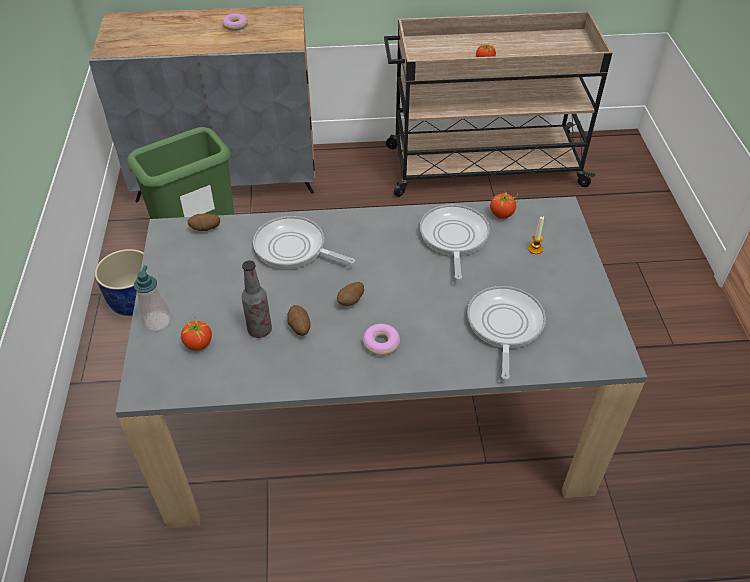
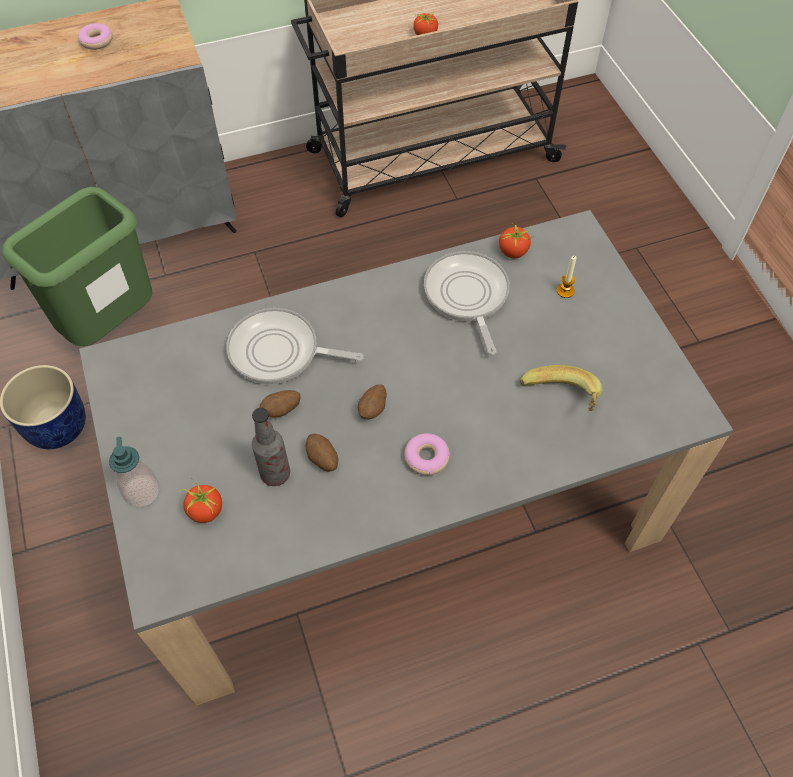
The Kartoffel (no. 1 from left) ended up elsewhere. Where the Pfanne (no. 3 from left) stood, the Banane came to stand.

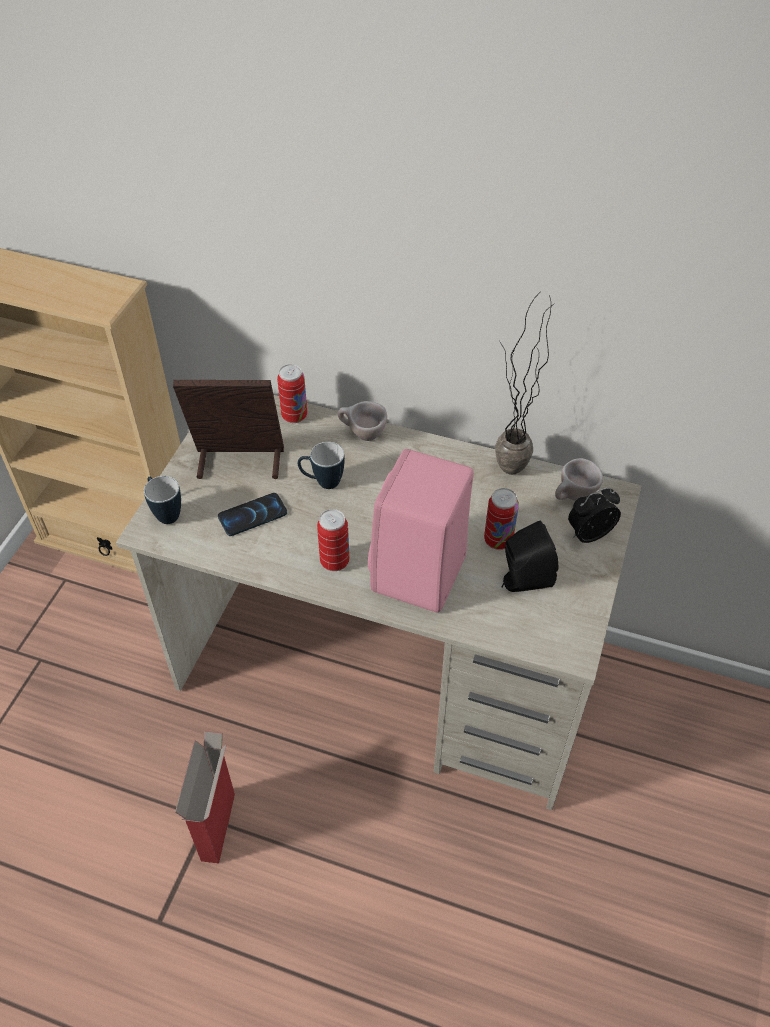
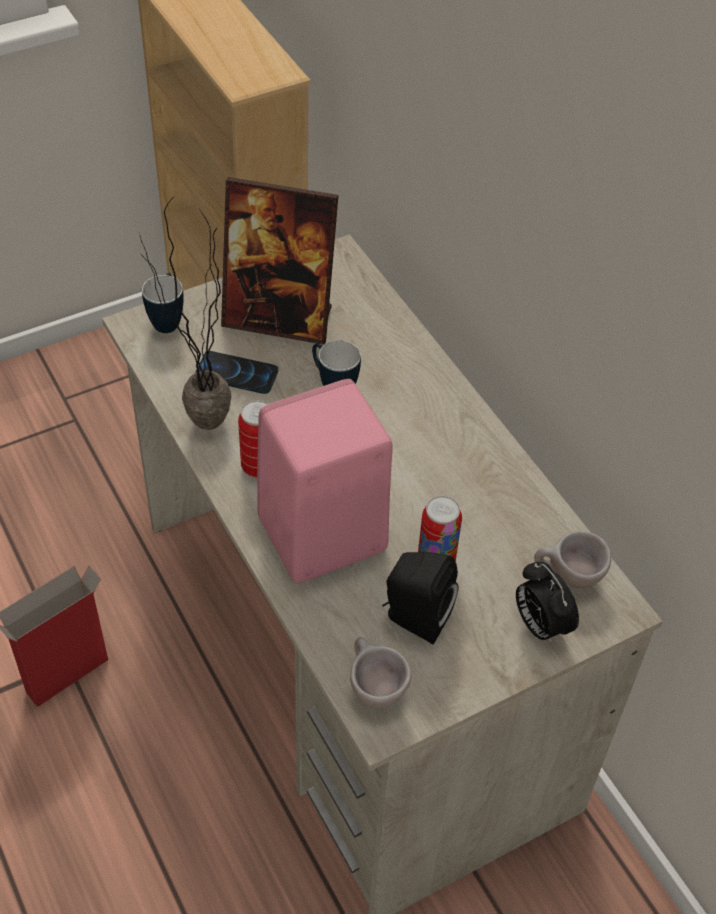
The second view lost the Dose (no. 1 from left). The Tasse/beige (no. 1 from left) ended up elsewhere. The Topfpflanze ended up elsewhere. The Bilderrahmen ended up facing another way, 150 degrees clockwise from before. The Wecker ended up facing another way, 135 degrees counterclockwise from before.

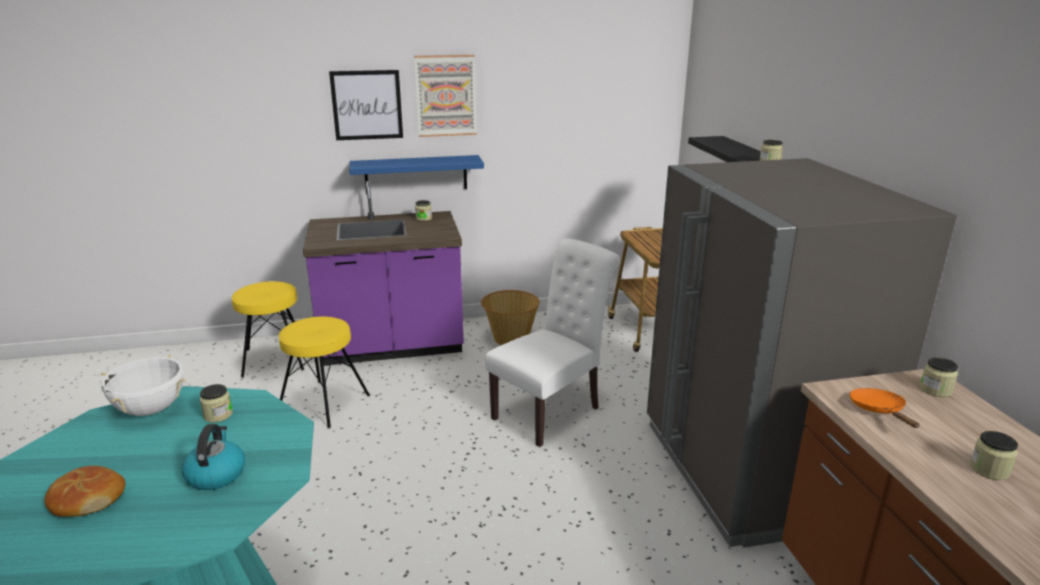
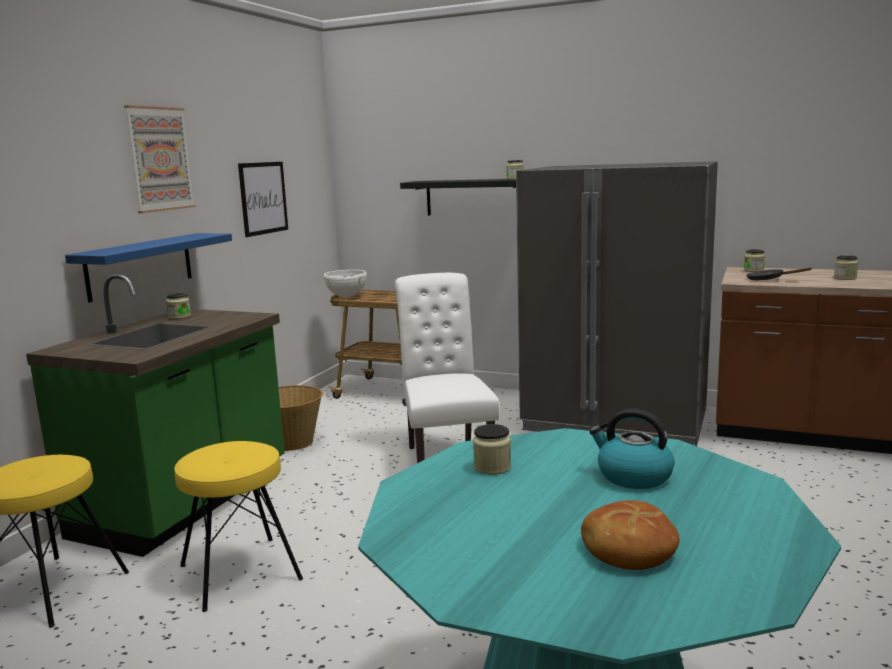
The Kochtopf/weiß ended up elsewhere. The Bild (no. 1 from left in the first image) ended up elsewhere. What was the Küchenzeile/lila turned into the Küchenzeile/grün. What was the Pfanne/orange turned into the Pfanne/schwarz.

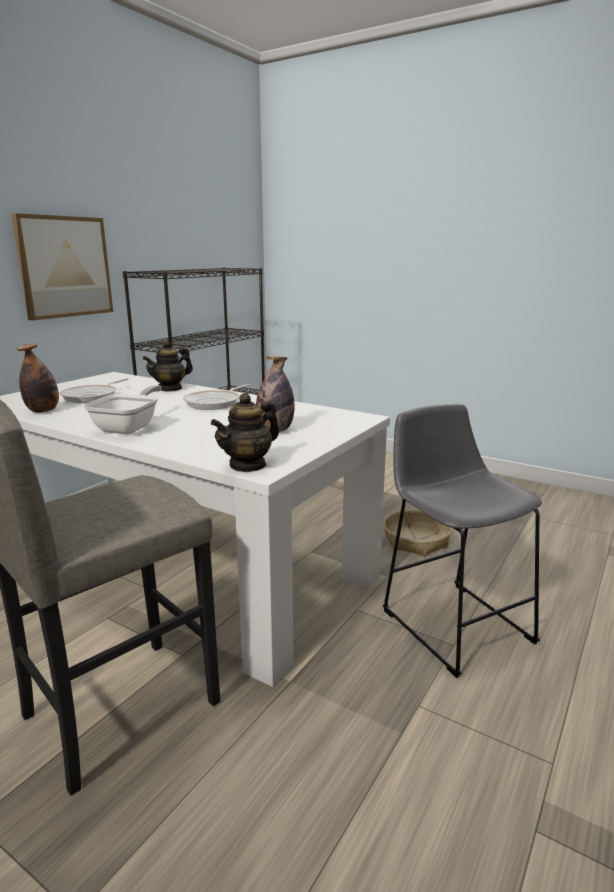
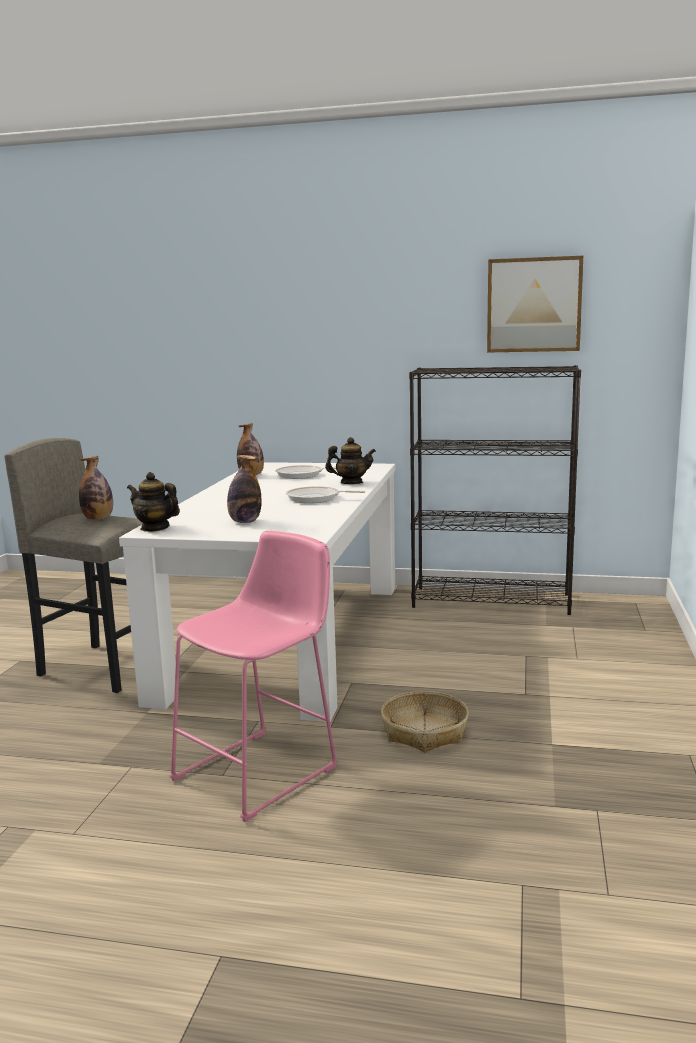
The second view lost the Pfanne (no. 2 from left). The second view gained the Flasche (no. 1 from left). The Bild ended up elsewhere. What was the Hocker/grau (no. 2 from left) turned into the Hocker/rosa. The Teekanne (no. 1 from left in the first image) ended up facing another way, 150 degrees clockwise from before.

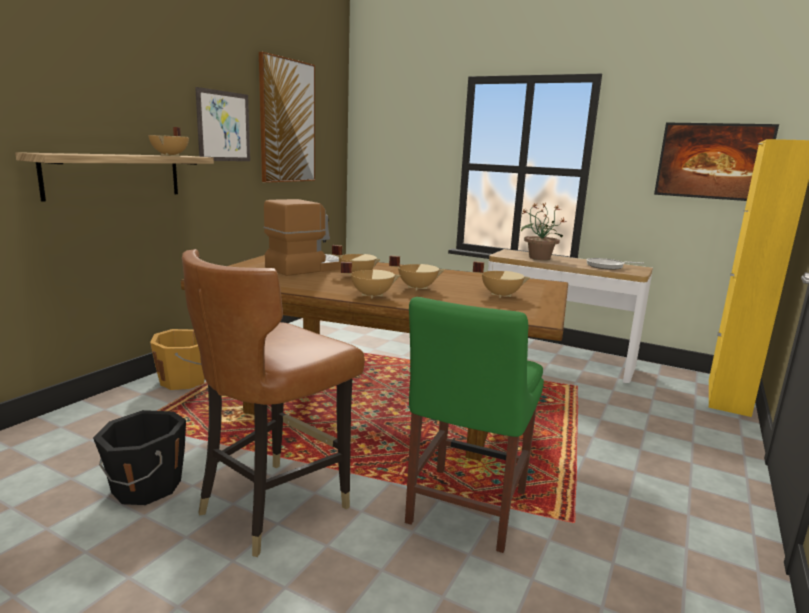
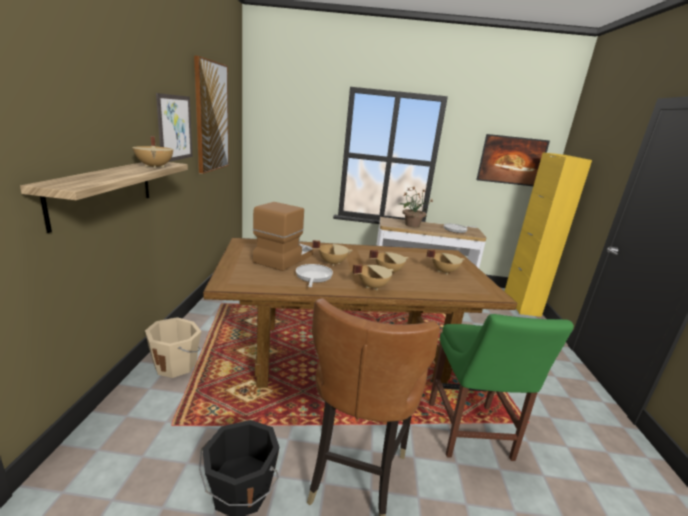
The second view gained the Pfanne (no. 1 from left). What was the Eimer/orange turned into the Eimer/beige.

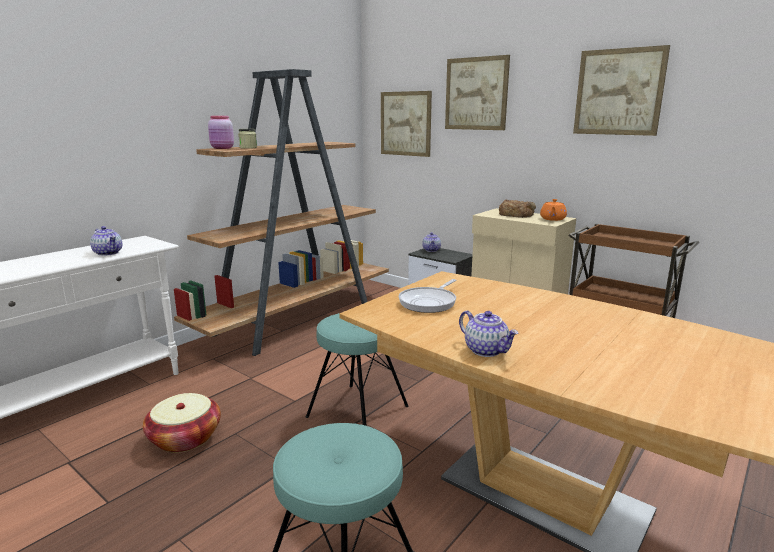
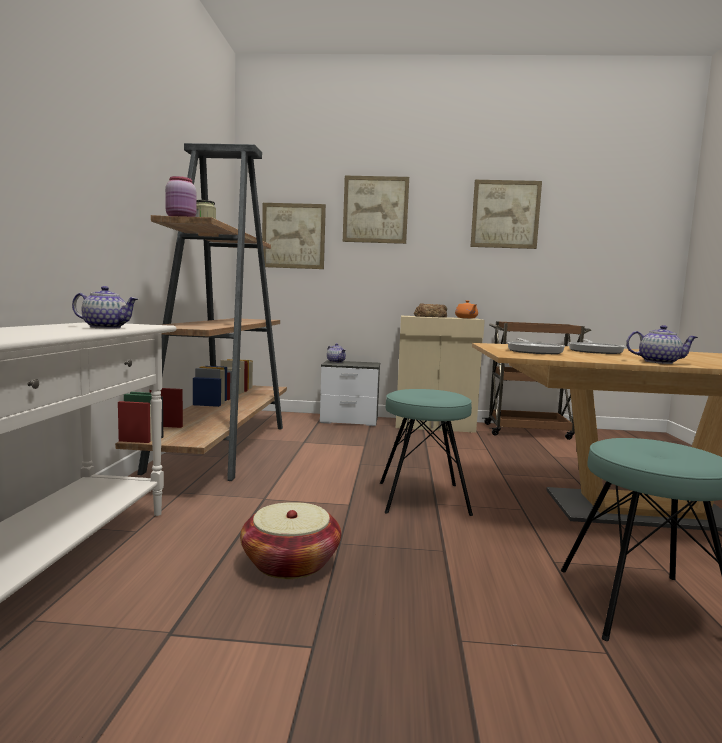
The second view gained the Pfanne (no. 2 from left).

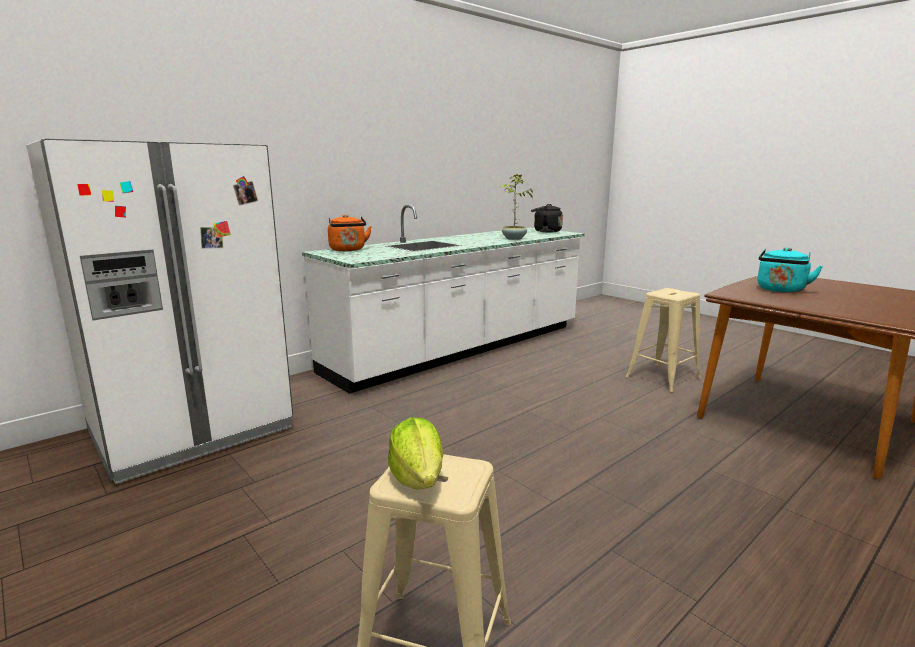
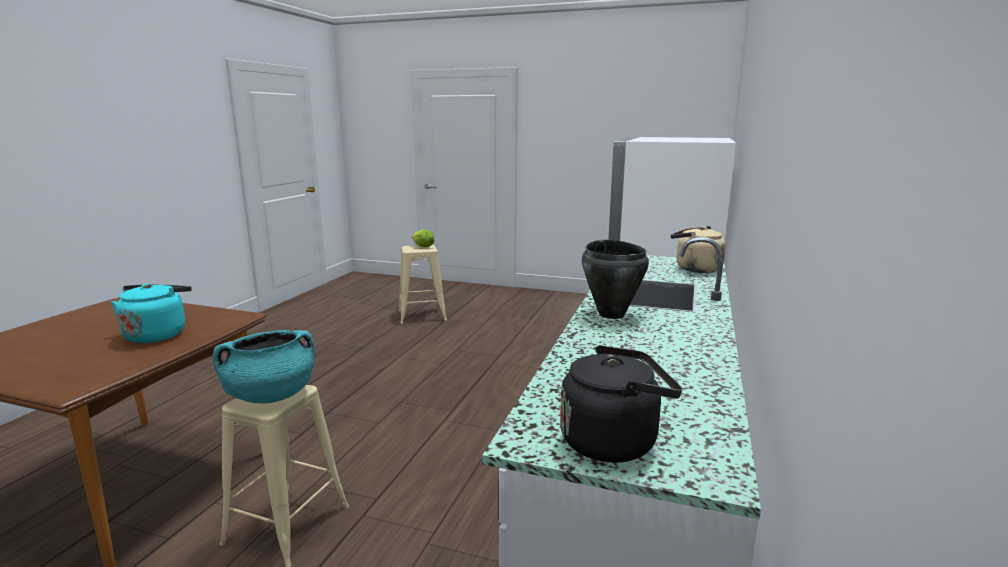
The second view lost the Topfpflanze. The second view gained the Kochtopf/türkis. The second view gained the Kochtopf/schwarz. What was the Wasserkessel/orange turned into the Wasserkessel/beige.

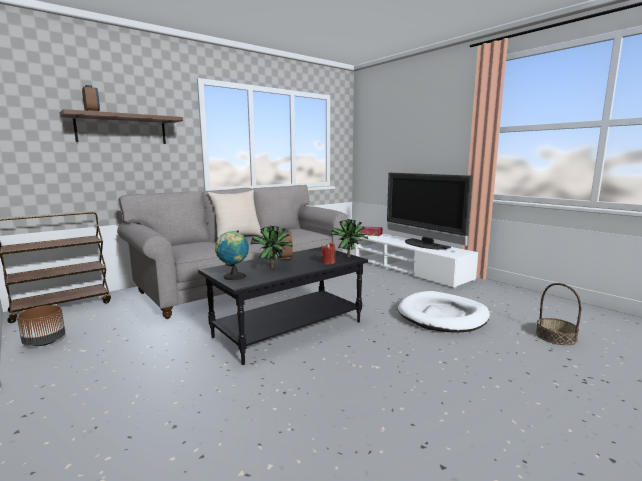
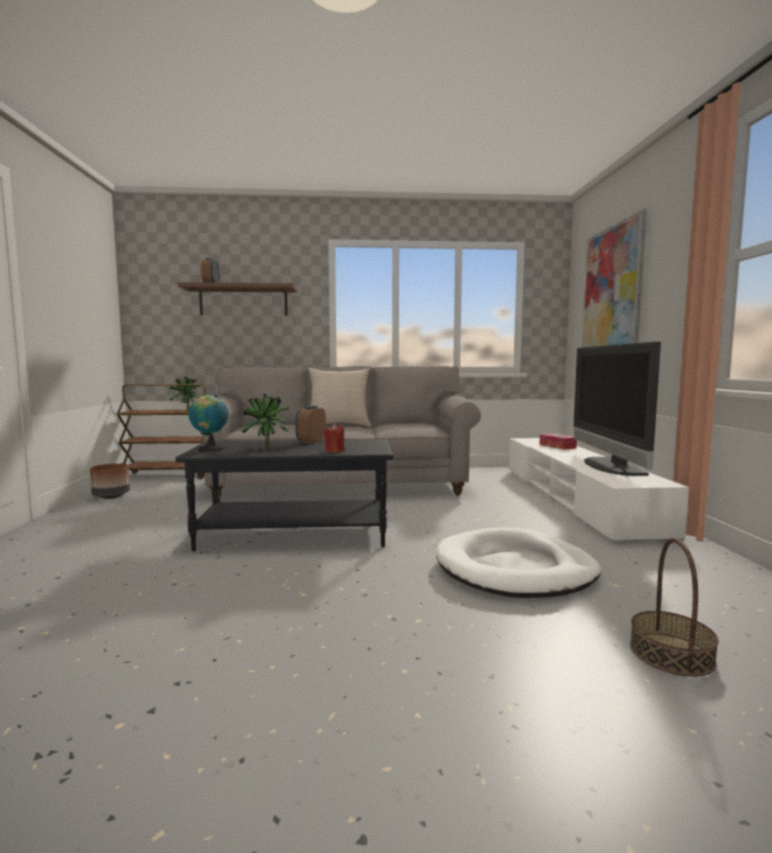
The second view gained the Bild. The Topfpflanze (no. 2 from left in the first image) ended up elsewhere.

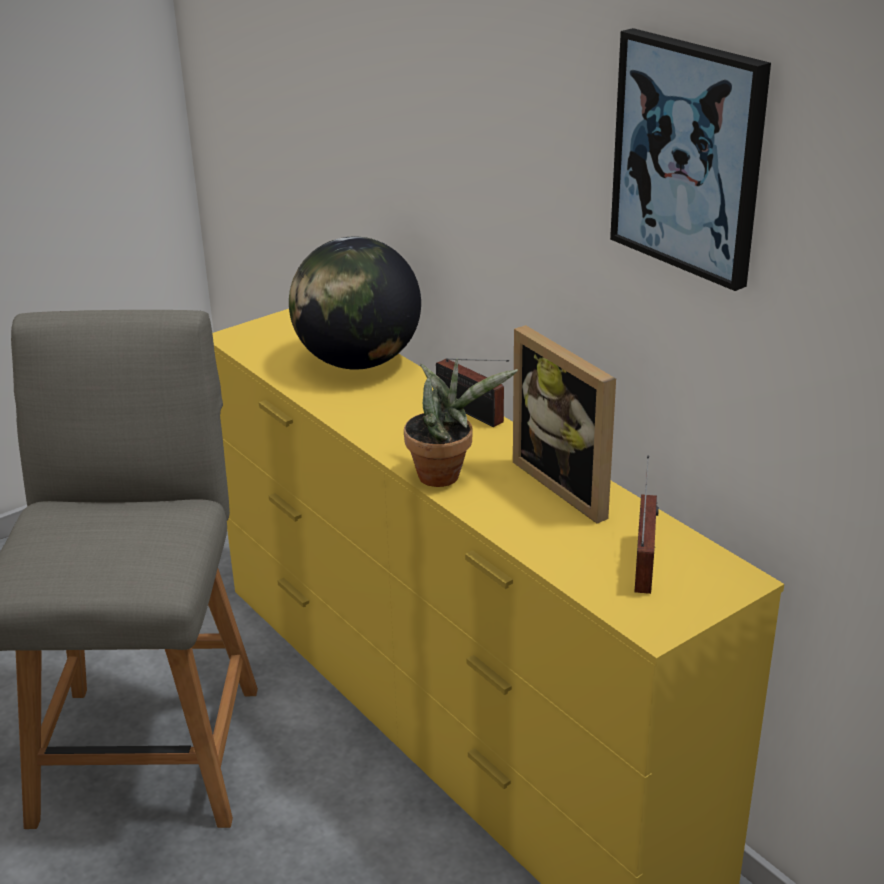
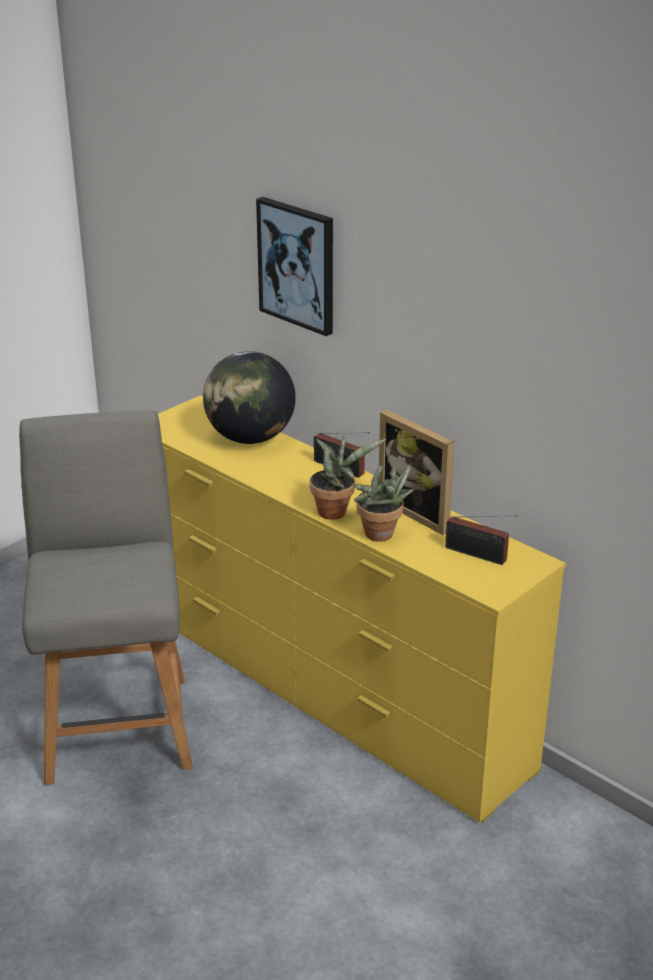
The second view gained the Topfpflanze (no. 2 from left). The Bild ended up elsewhere. The Radio (no. 2 from left) ended up facing another way, 120 degrees clockwise from before.

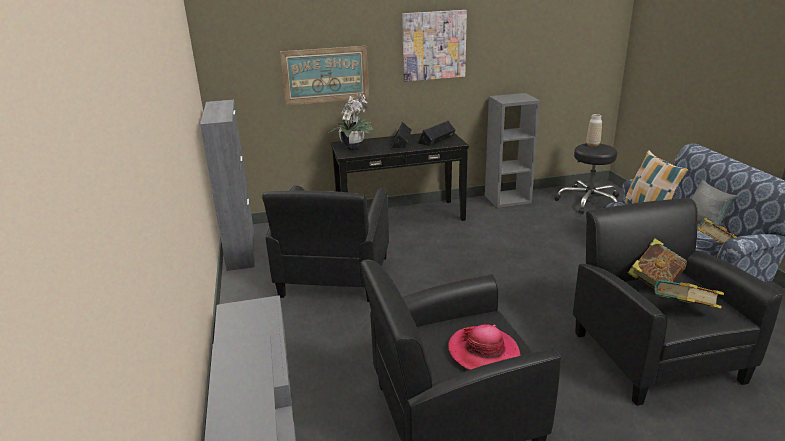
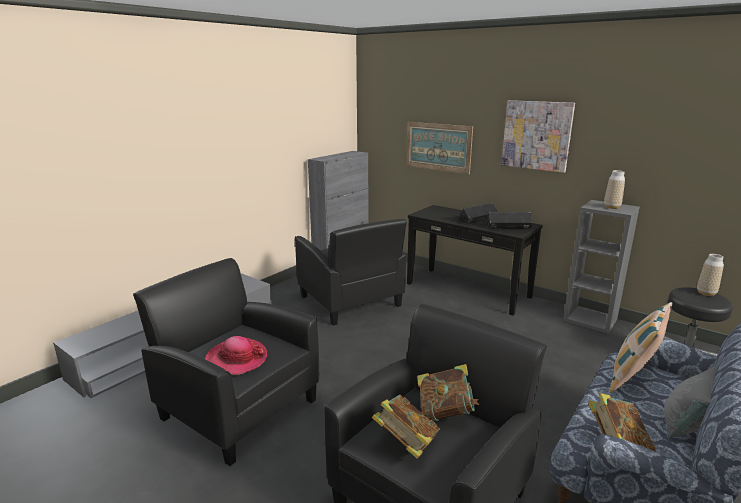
The second view lost the Topfpflanze. The second view gained the Vase (no. 1 from left). The Sessel/schwarz (no. 1 from left in the first image) ended up facing another way, 90 degrees counterclockwise from before.

